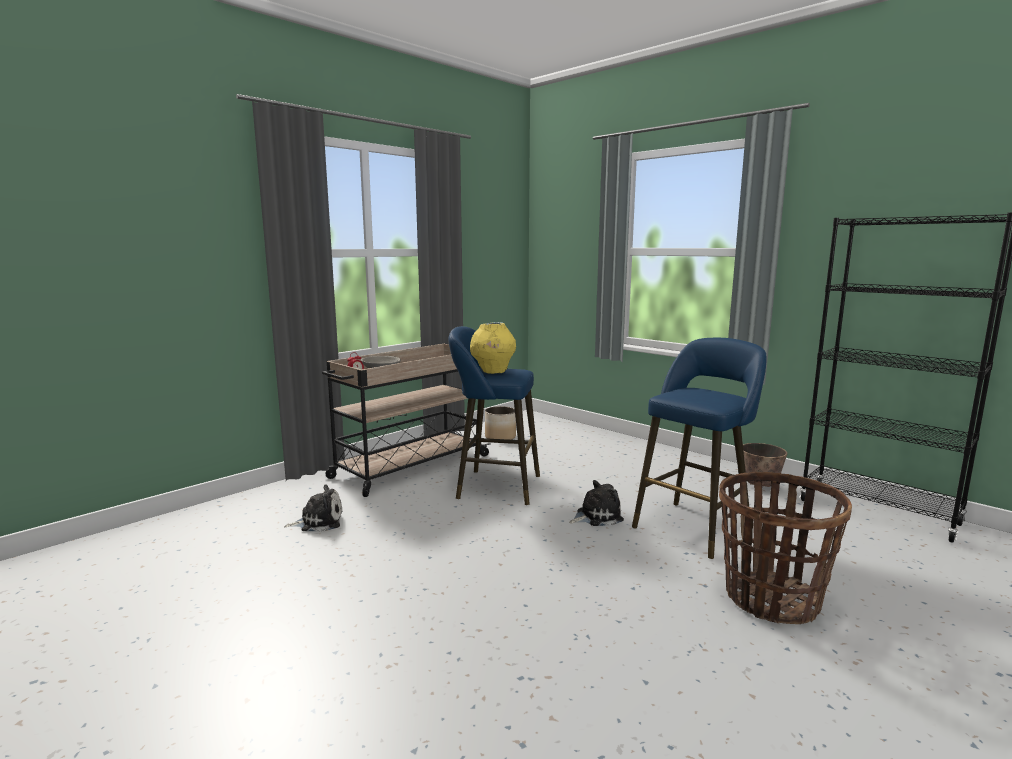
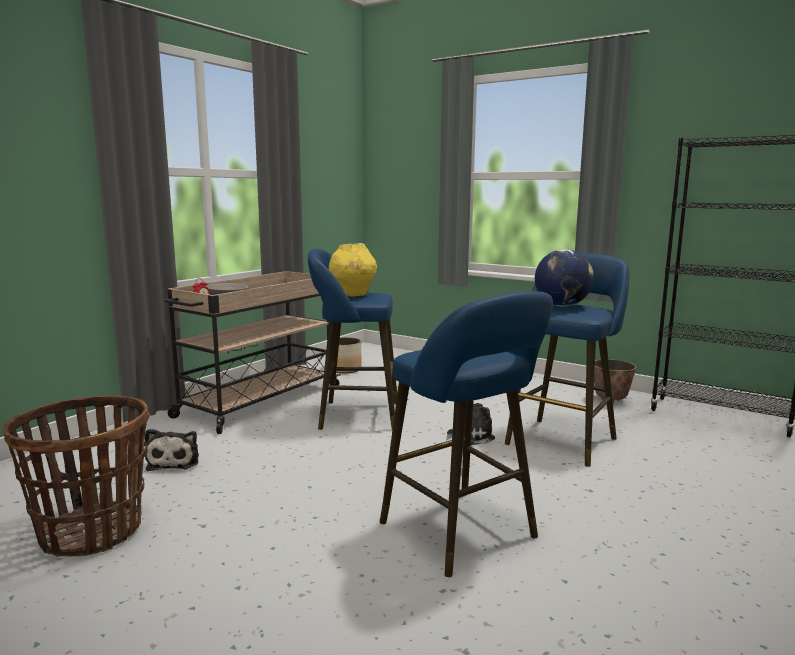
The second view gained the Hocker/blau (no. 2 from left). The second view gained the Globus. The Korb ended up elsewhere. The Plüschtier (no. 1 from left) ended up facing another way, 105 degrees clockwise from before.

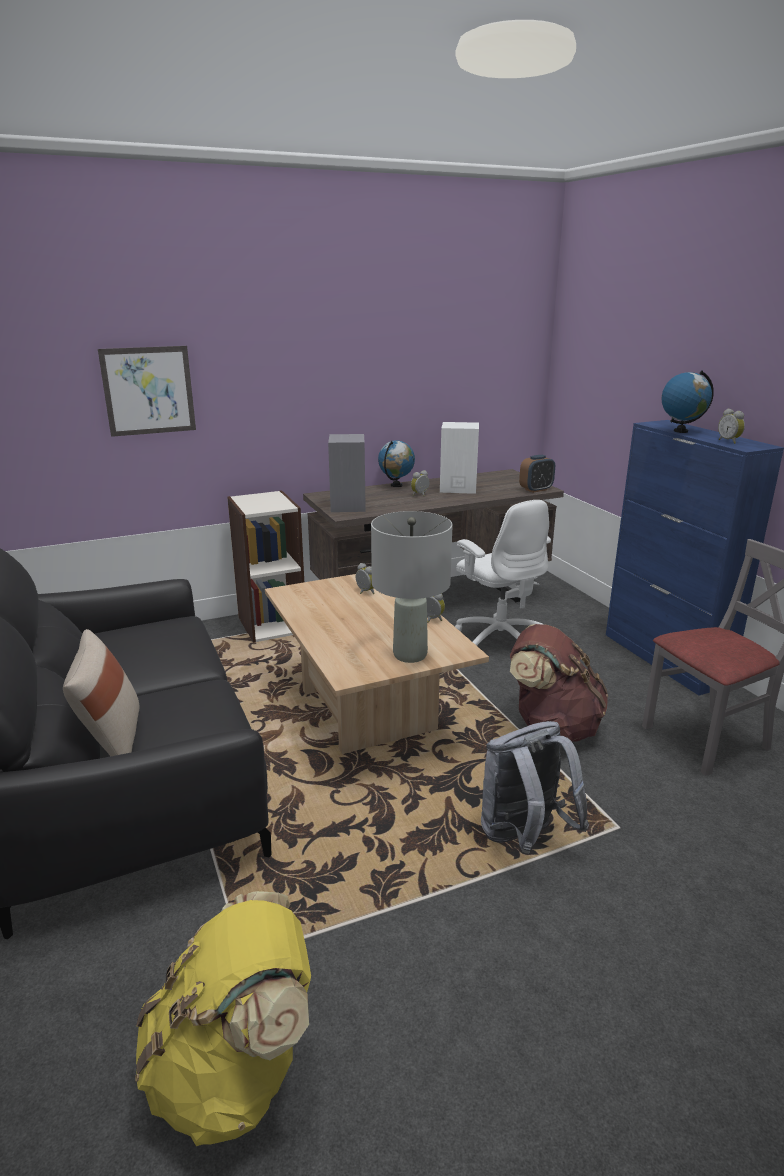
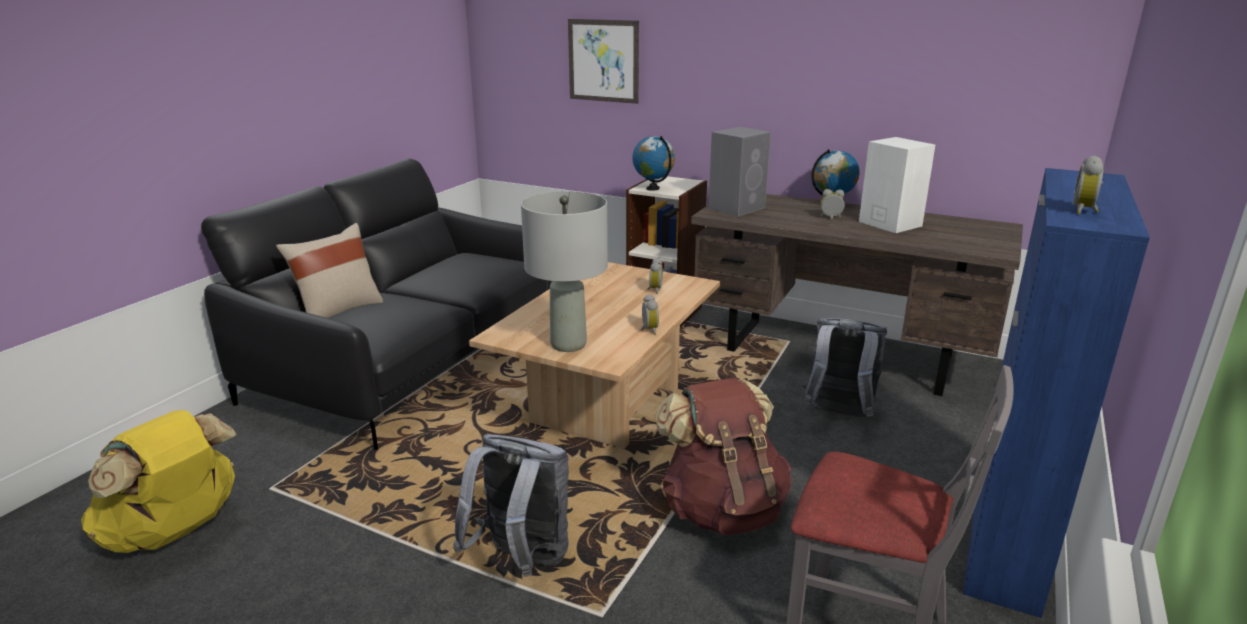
The second view lost the Wecker (no. 4 from left). The Globus (no. 2 from left in the first image) ended up elsewhere. Where the Bürostuhl/weiß stood, the Rucksack/grau (no. 2 from left) came to stand.

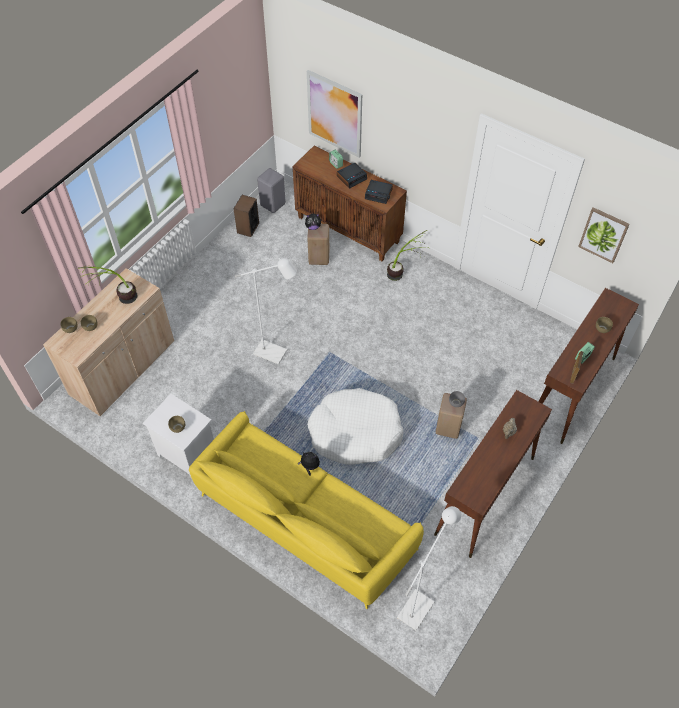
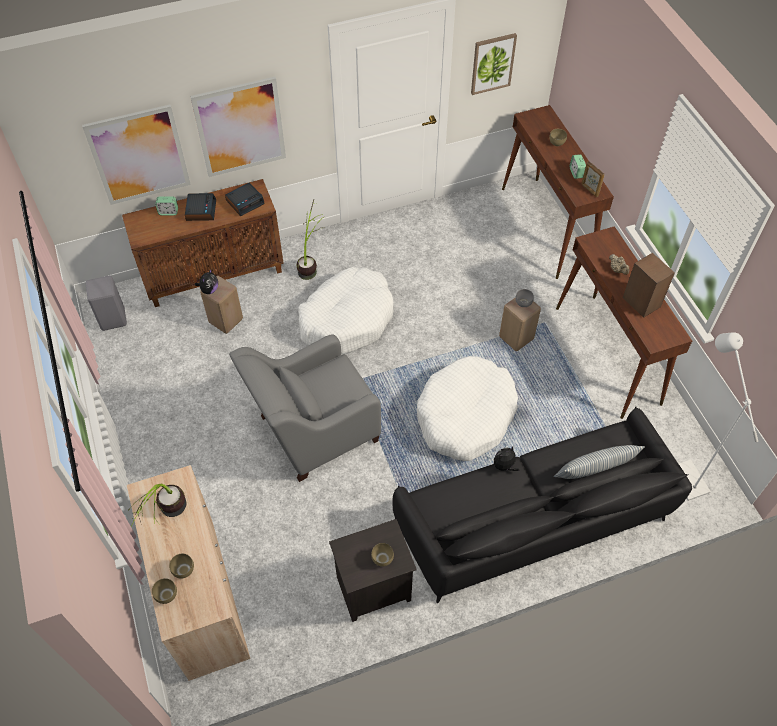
The second view gained the Bild (no. 2 from left). The second view gained the Hundebett/weiß (no. 1 from left). The second view gained the Kissen. The Lautsprecher ended up elsewhere. Where the Stehlampe/weiß (no. 1 from left) stood, the Sessel/grau came to stand. What was the Nachttisch/weiß turned into the Nachttisch/schwarz. What was the Sofa/gelb turned into the Sofa/schwarz.

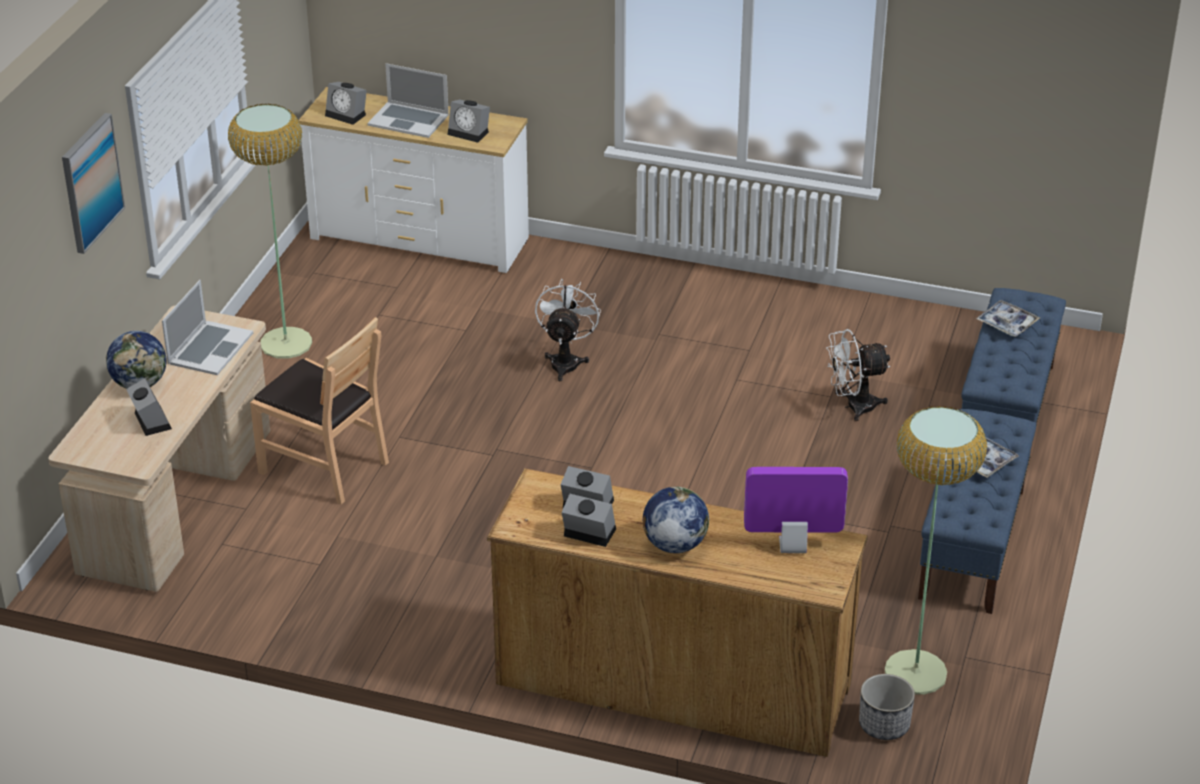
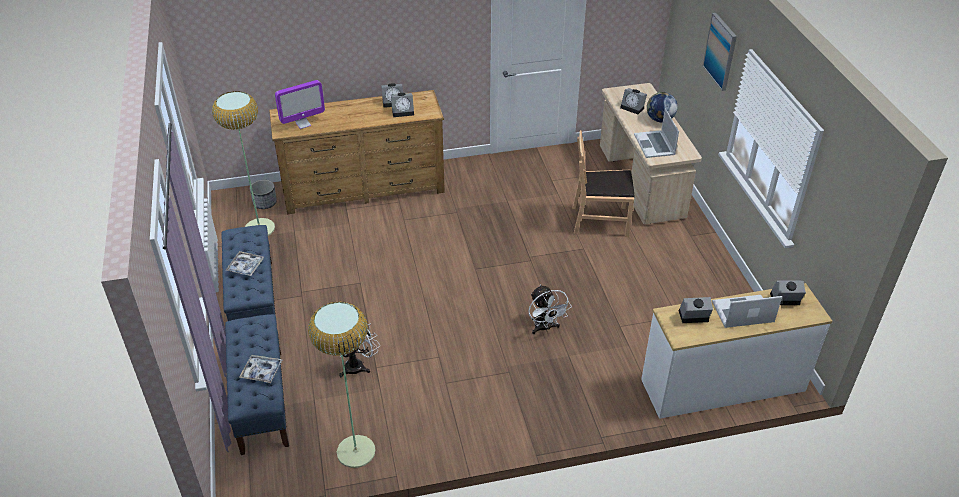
The second view lost the Globus (no. 2 from left). The Stehlampe (no. 1 from left in the first image) ended up elsewhere.

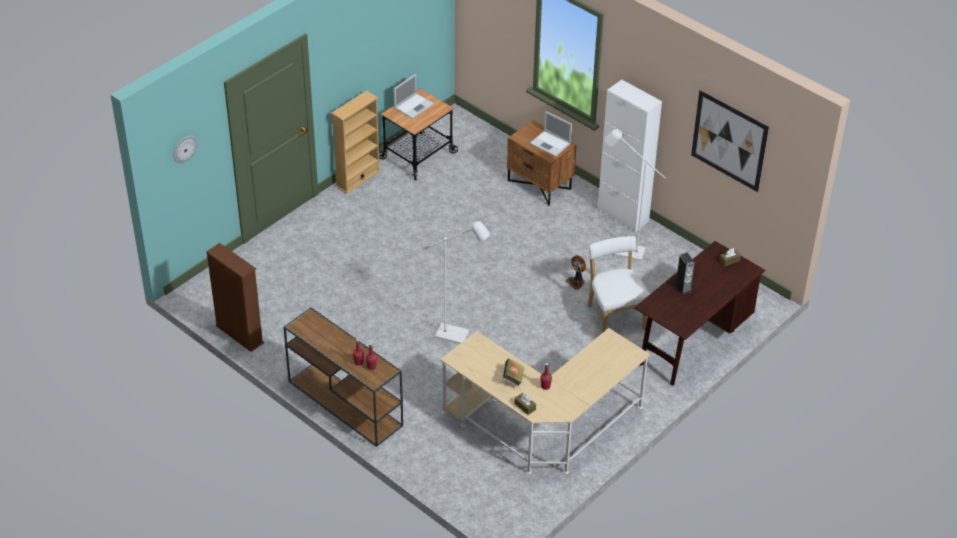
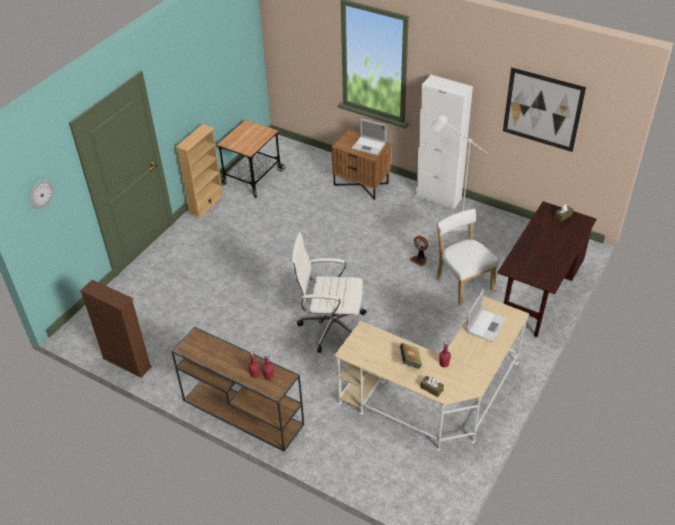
The second view lost the Lautsprecher. The Laptop (no. 1 from left in the first image) ended up elsewhere. Where the Stehlampe/weiß (no. 1 from left) stood, the Bürostuhl/weiß came to stand.

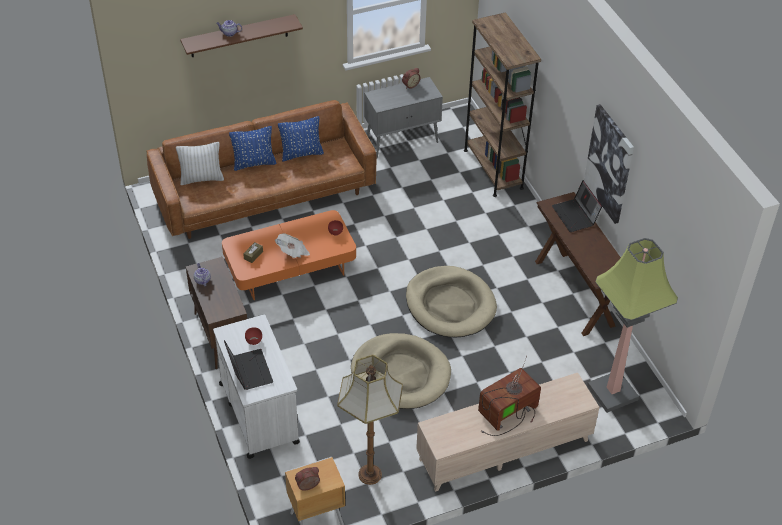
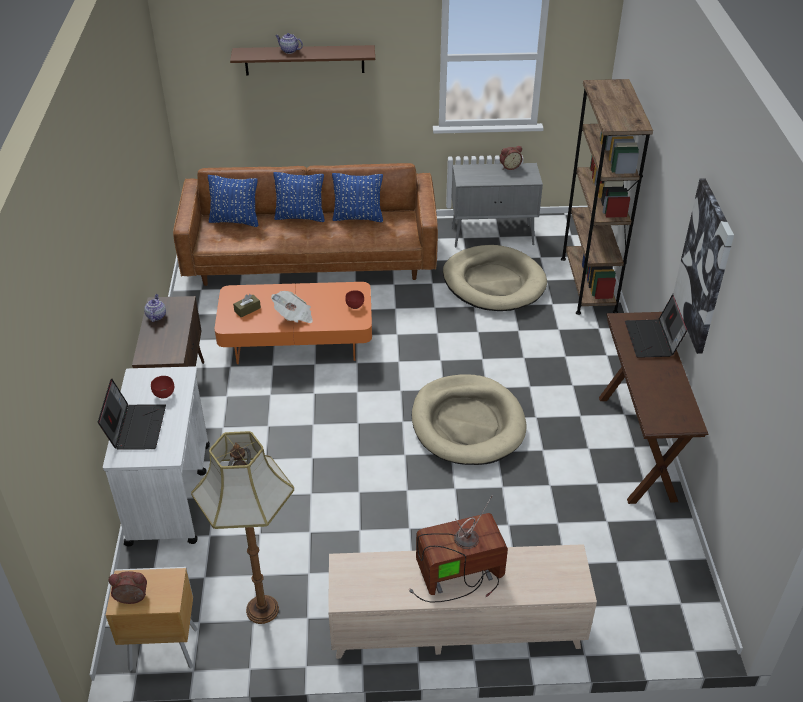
The second view lost the Stehlampe (no. 2 from left). The Hundebett/beige (no. 1 from left in the first image) ended up elsewhere. What was the Kissen/weiß turned into the Kissen/blau (no. 1 from left).

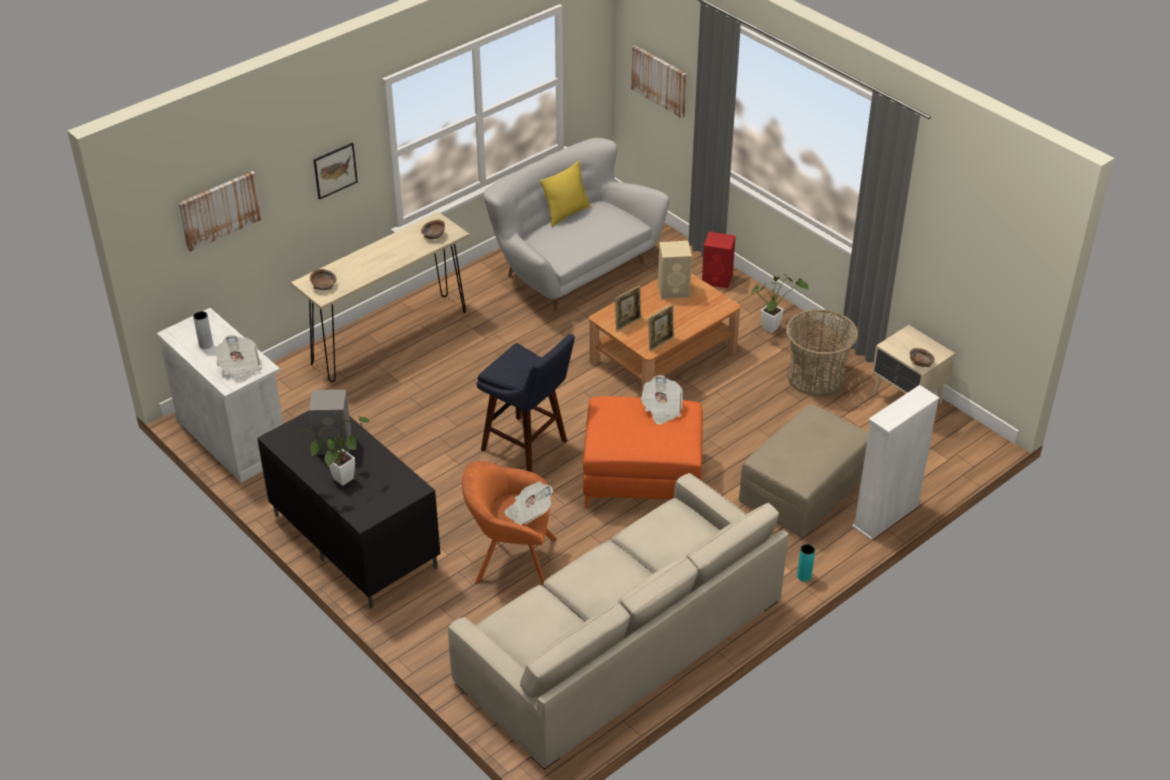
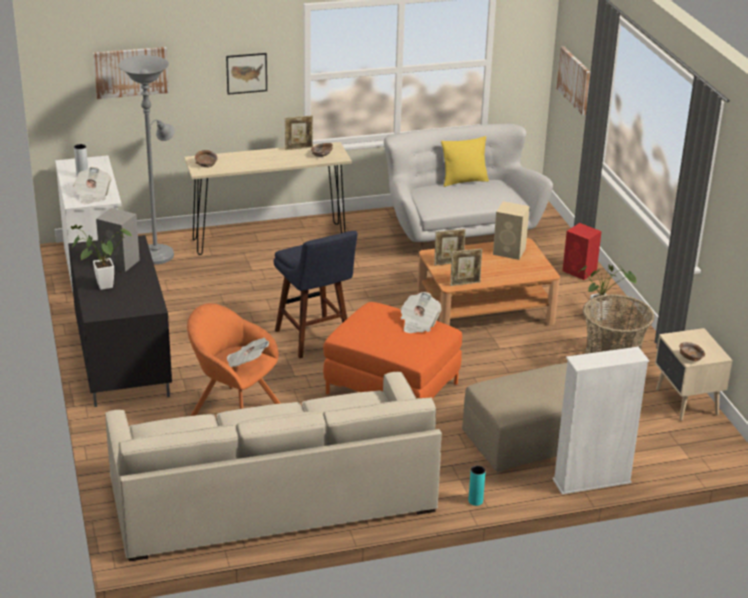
The second view gained the Stehlampe/grau. The second view gained the Bilderrahmen (no. 1 from left).

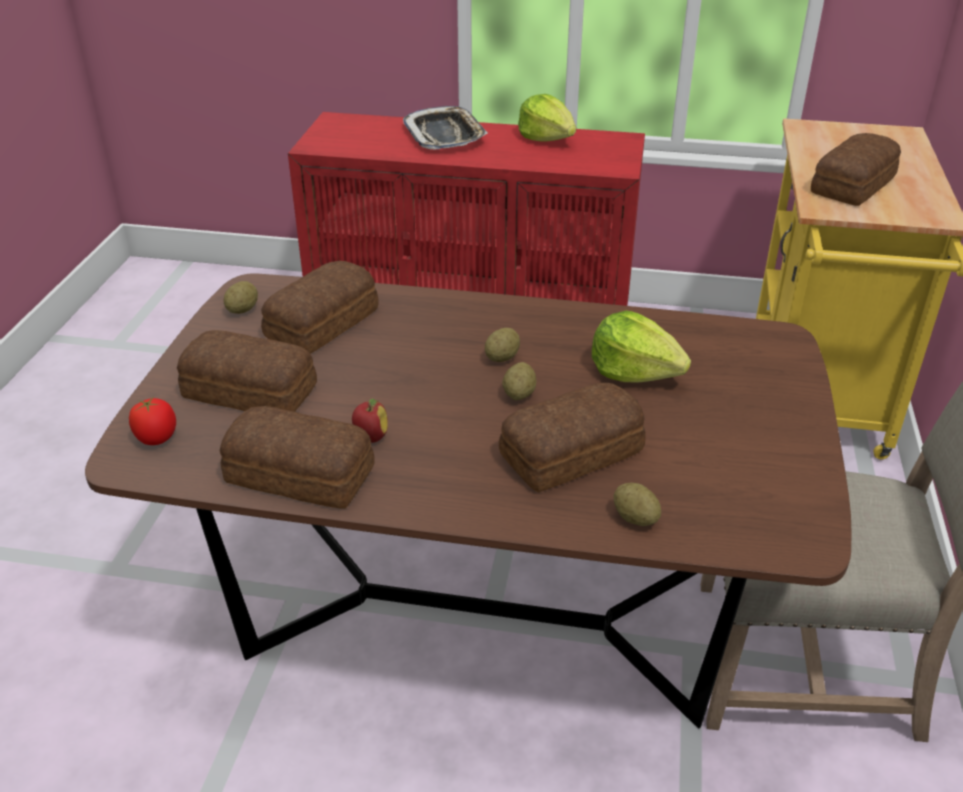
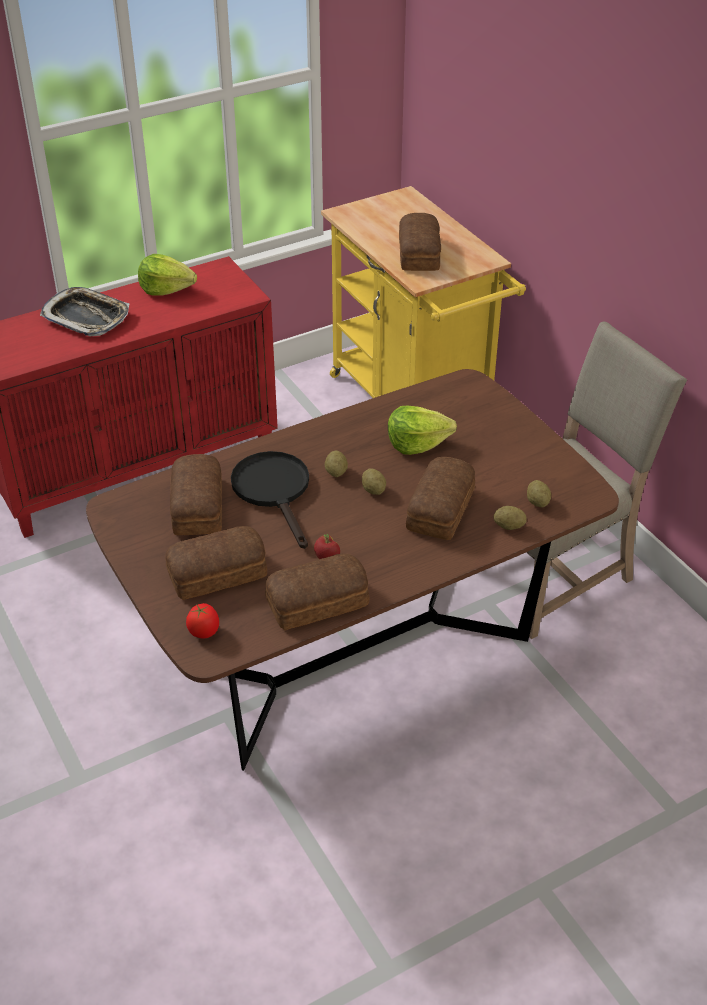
The second view gained the Pfanne/schwarz. The Kartoffel (no. 1 from left in the first image) ended up elsewhere.

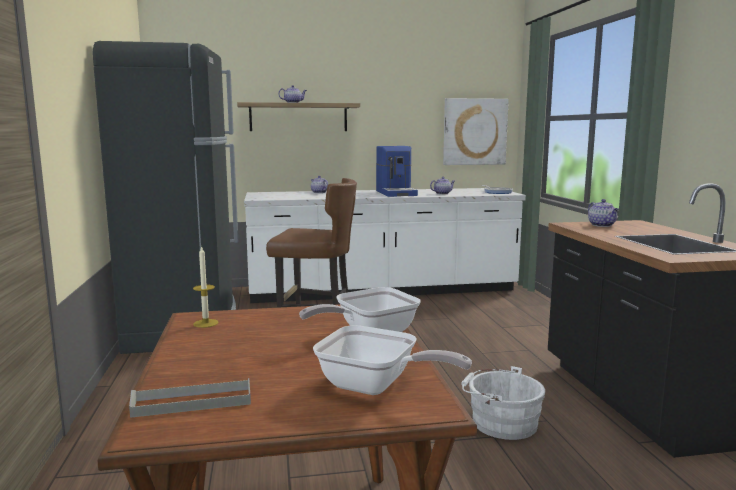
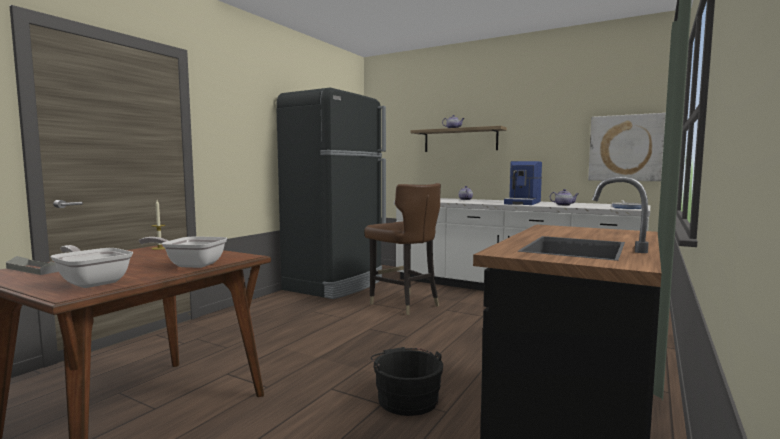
The second view lost the Teekanne (no. 4 from left). What was the Eimer/weiß turned into the Eimer/schwarz. The Pfanne (no. 2 from left in the first image) ended up facing another way, 150 degrees clockwise from before.

